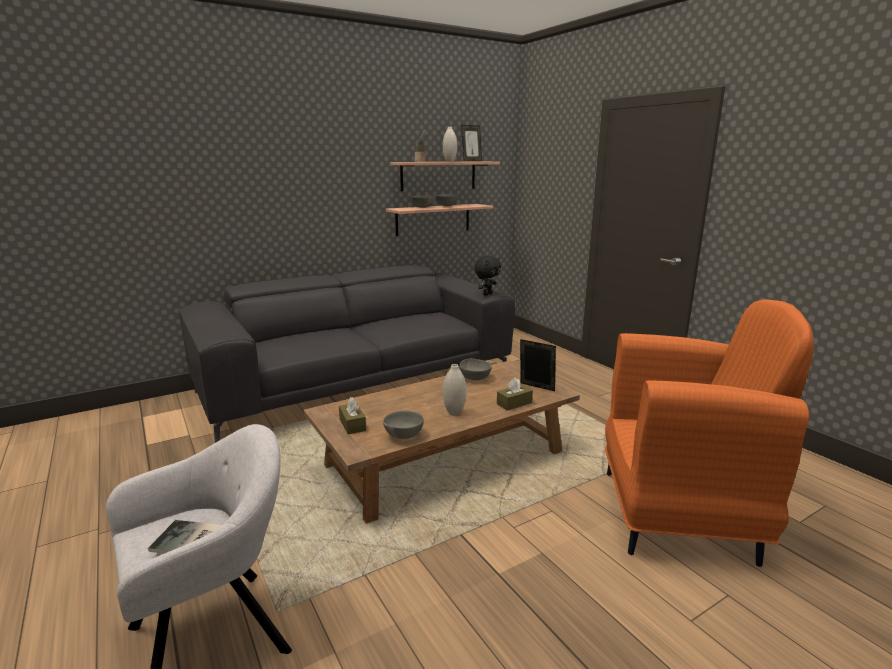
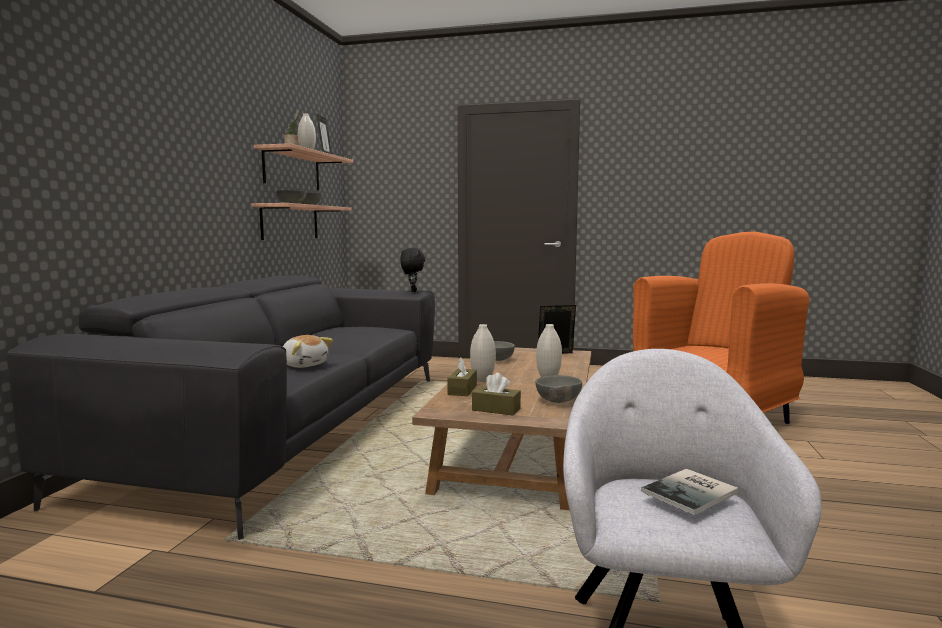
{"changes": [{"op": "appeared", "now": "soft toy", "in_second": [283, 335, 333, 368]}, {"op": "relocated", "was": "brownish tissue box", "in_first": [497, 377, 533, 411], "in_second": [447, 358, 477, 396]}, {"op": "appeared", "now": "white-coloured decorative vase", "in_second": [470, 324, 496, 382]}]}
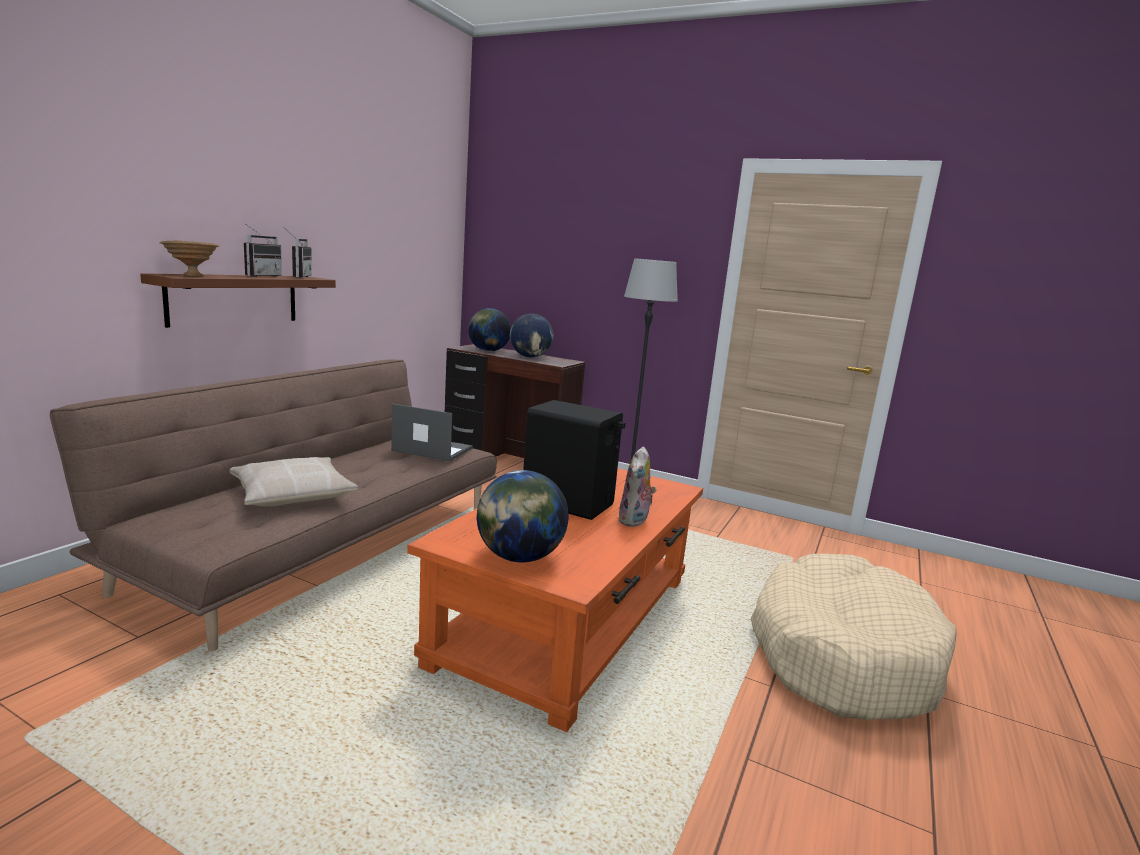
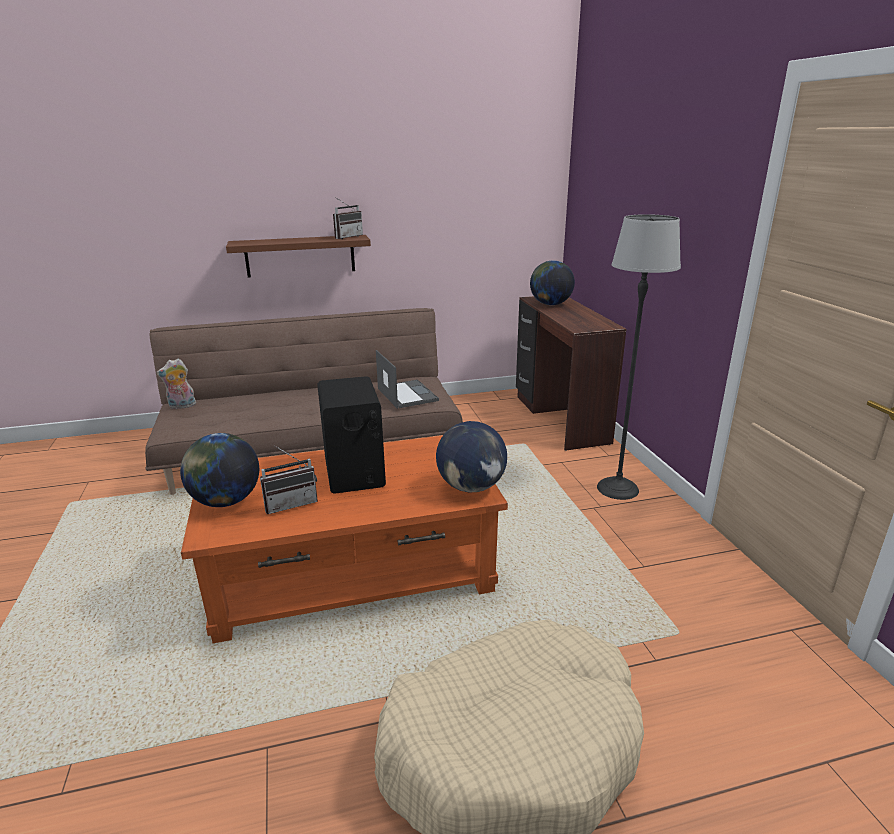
{"changes": [{"op": "relocated", "was": "soft toy", "in_first": [618, 446, 656, 527], "in_second": [156, 359, 196, 409]}, {"op": "relocated", "was": "radio receiver", "in_first": [244, 225, 282, 277], "in_second": [260, 446, 318, 514]}, {"op": "relocated", "was": "globe", "in_first": [510, 313, 554, 357], "in_second": [436, 421, 507, 493]}, {"op": "missing", "was": "brownish serving bowl", "in_first": [159, 241, 219, 276]}, {"op": "missing", "was": "beige-coloured pillow", "in_first": [229, 457, 358, 506]}]}
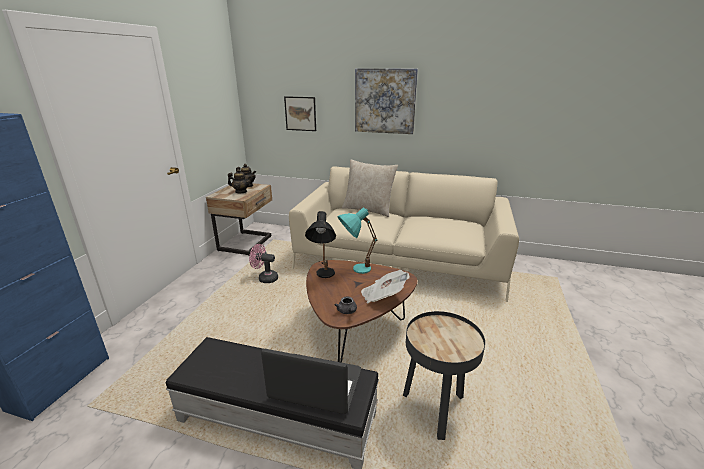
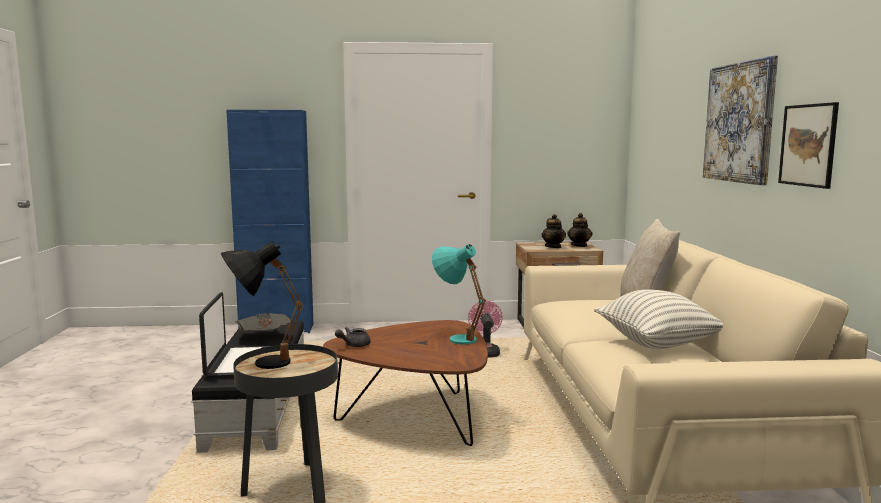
{"changes": [{"op": "relocated", "was": "black-coloured table lamp", "in_first": [305, 211, 336, 278], "in_second": [221, 241, 304, 369]}, {"op": "relocated", "was": "daily paper", "in_first": [361, 270, 410, 303], "in_second": [235, 313, 290, 331]}, {"op": "appeared", "now": "pillow", "in_second": [594, 289, 723, 349]}, {"op": "relocated", "was": "picture", "in_first": [284, 96, 316, 131], "in_second": [778, 102, 839, 189]}]}
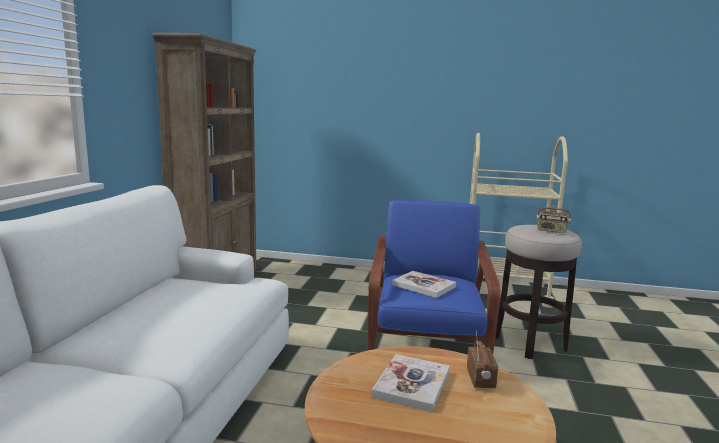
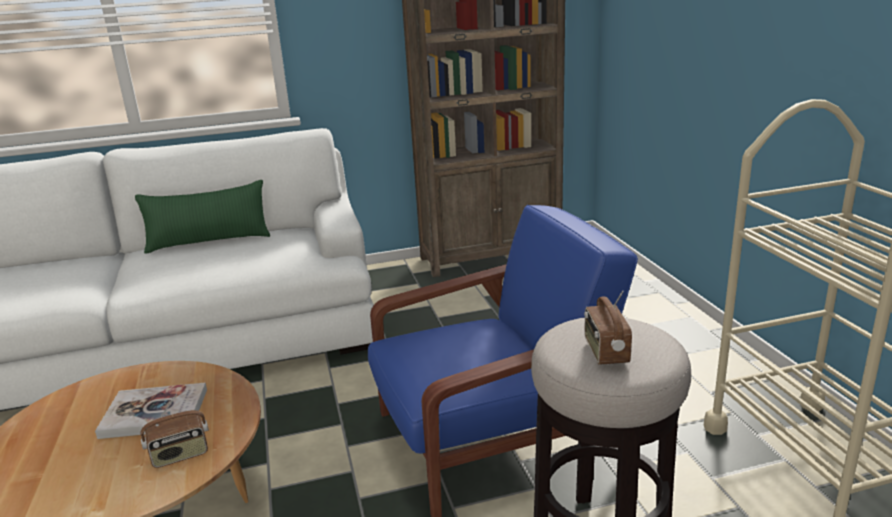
{"changes": [{"op": "appeared", "now": "green-coloured pillow", "in_second": [135, 180, 270, 254]}, {"op": "missing", "was": "book", "in_first": [392, 271, 456, 298]}]}
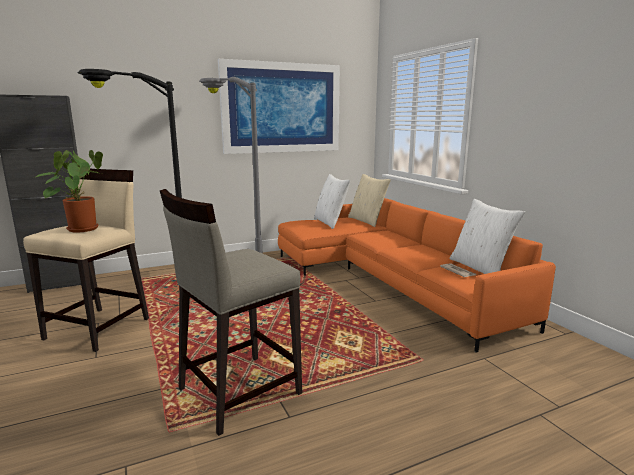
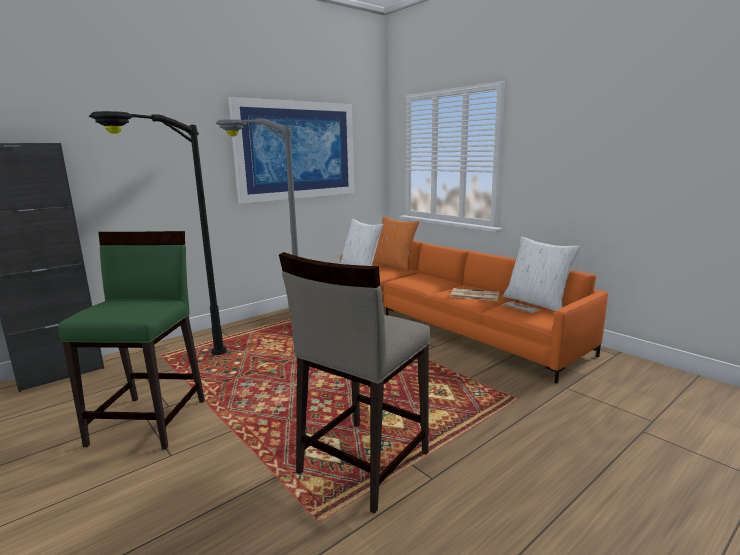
{"changes": [{"op": "colour", "was": "beige-coloured stool", "now": "green-coloured stool", "in_first": [23, 169, 149, 352], "in_second": [58, 231, 205, 450]}, {"op": "colour", "was": "beige-coloured pillow", "now": "orange pillow", "in_first": [348, 174, 391, 227], "in_second": [373, 217, 419, 271]}, {"op": "appeared", "now": "daily paper", "in_second": [451, 288, 499, 301]}, {"op": "missing", "was": "potted plant", "in_first": [36, 150, 103, 233]}]}
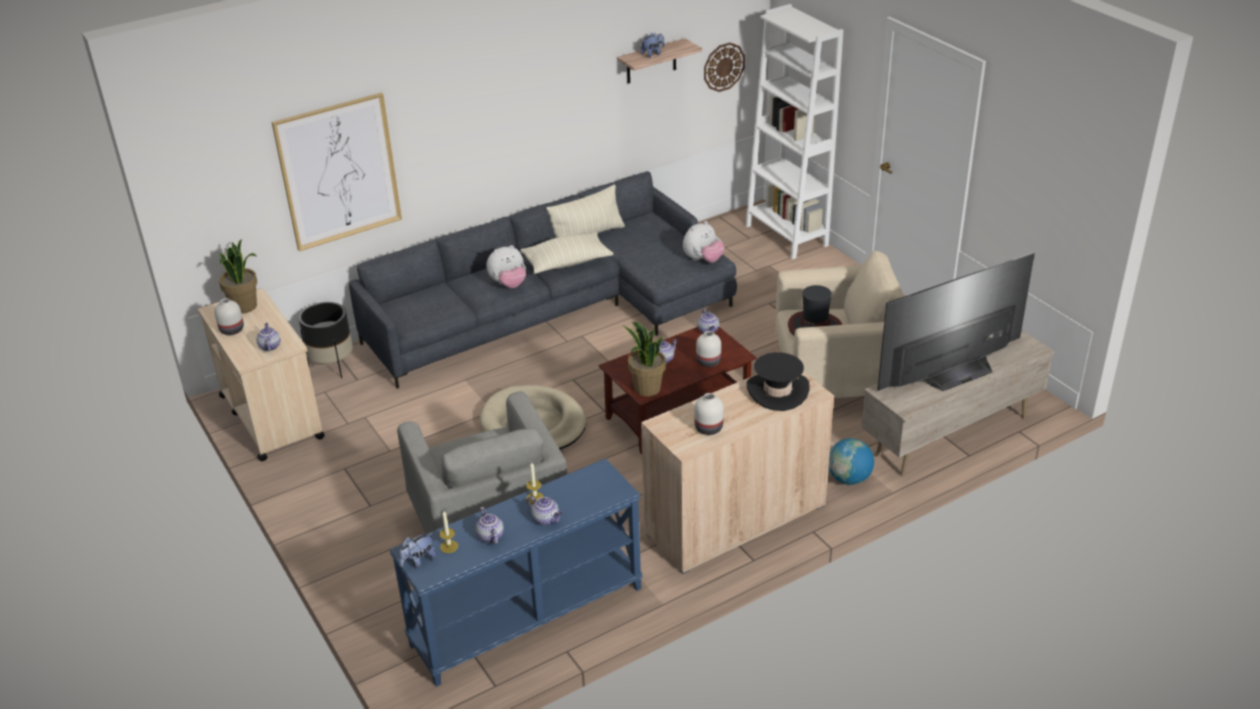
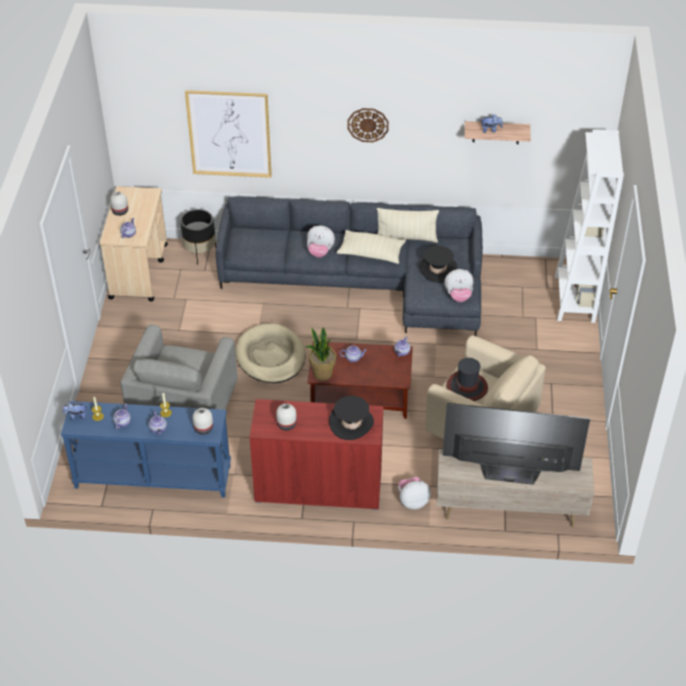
{"changes": [{"op": "relocated", "was": "white-coloured decorative vase", "in_first": [696, 331, 721, 367], "in_second": [192, 408, 213, 435]}, {"op": "colour", "was": "beige-coloured storage cabinet", "now": "reddish storage cabinet", "in_first": [641, 371, 834, 574], "in_second": [249, 399, 383, 510]}, {"op": "relocated", "was": "hanging clock", "in_first": [704, 43, 745, 92], "in_second": [348, 108, 389, 142]}, {"op": "exchanged", "was": "globe", "now": "soft toy", "in_first": [828, 438, 874, 485], "in_second": [398, 476, 431, 510]}, {"op": "appeared", "now": "black-coloured wearable hat", "in_second": [419, 246, 457, 283]}, {"op": "missing", "was": "potted plant", "in_first": [219, 239, 257, 314]}]}
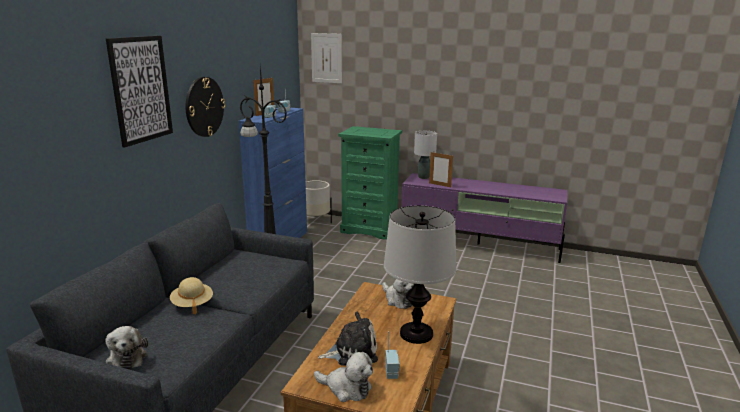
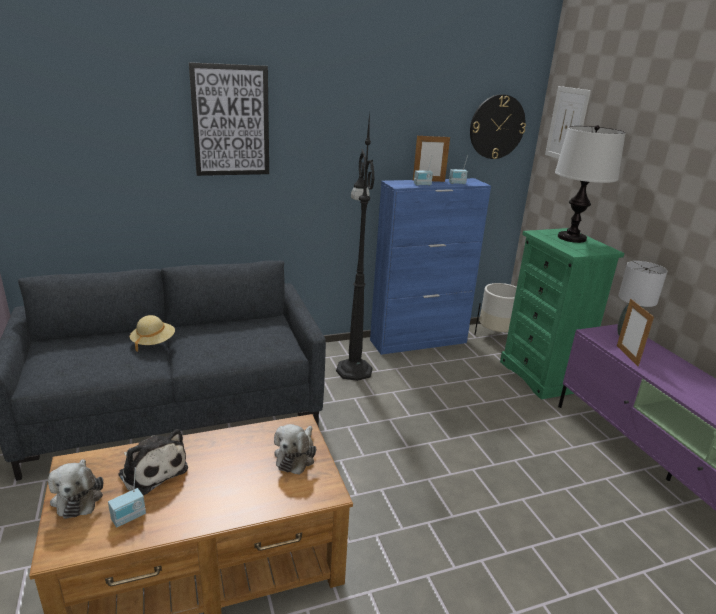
{"changes": [{"op": "relocated", "was": "hanging clock", "in_first": [185, 77, 225, 137], "in_second": [470, 94, 526, 159]}, {"op": "relocated", "was": "table lamp", "in_first": [384, 205, 457, 344], "in_second": [555, 125, 626, 243]}, {"op": "missing", "was": "soft toy", "in_first": [106, 326, 148, 369]}]}
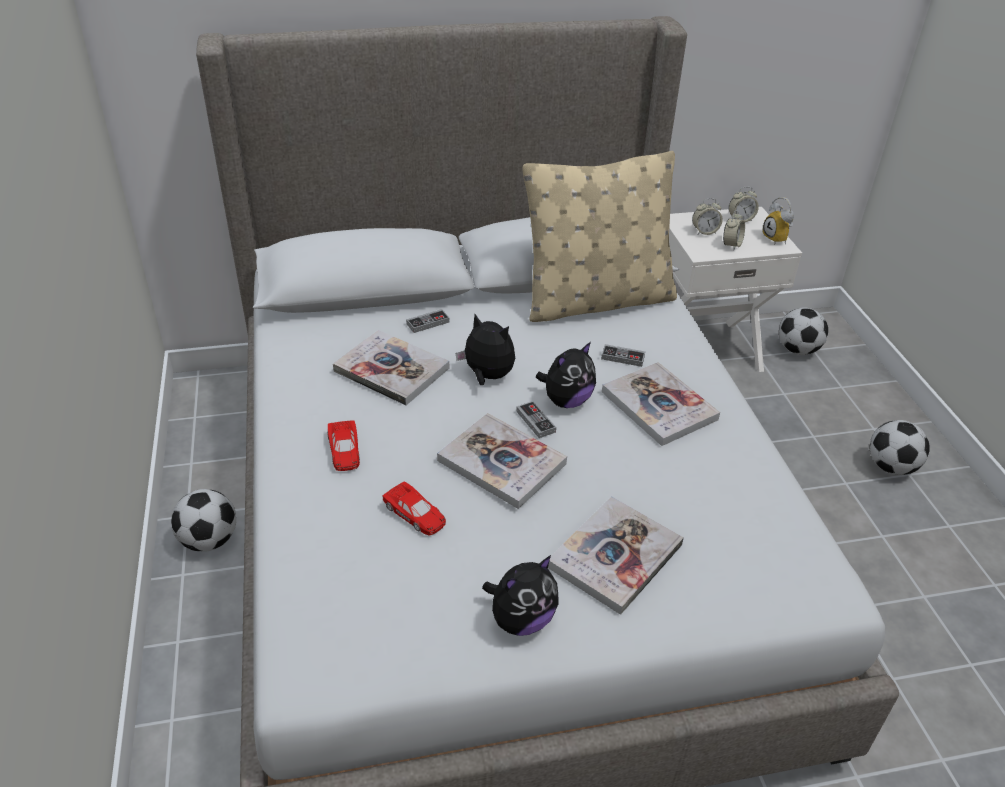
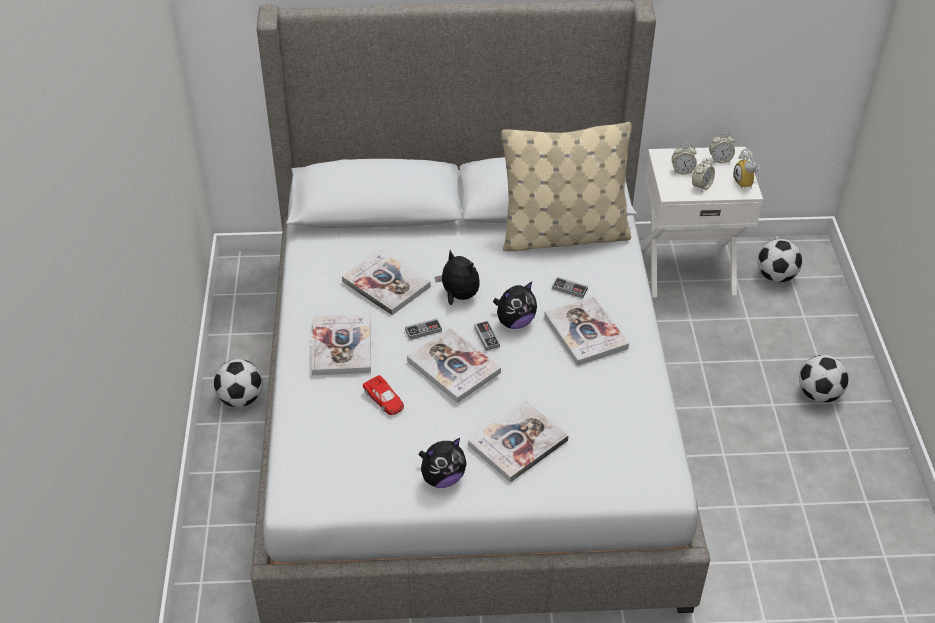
{"changes": [{"op": "exchanged", "was": "reddish miniature car", "now": "book", "in_first": [327, 420, 360, 471], "in_second": [312, 314, 371, 375]}, {"op": "relocated", "was": "joypad", "in_first": [406, 309, 450, 333], "in_second": [405, 318, 442, 340]}]}
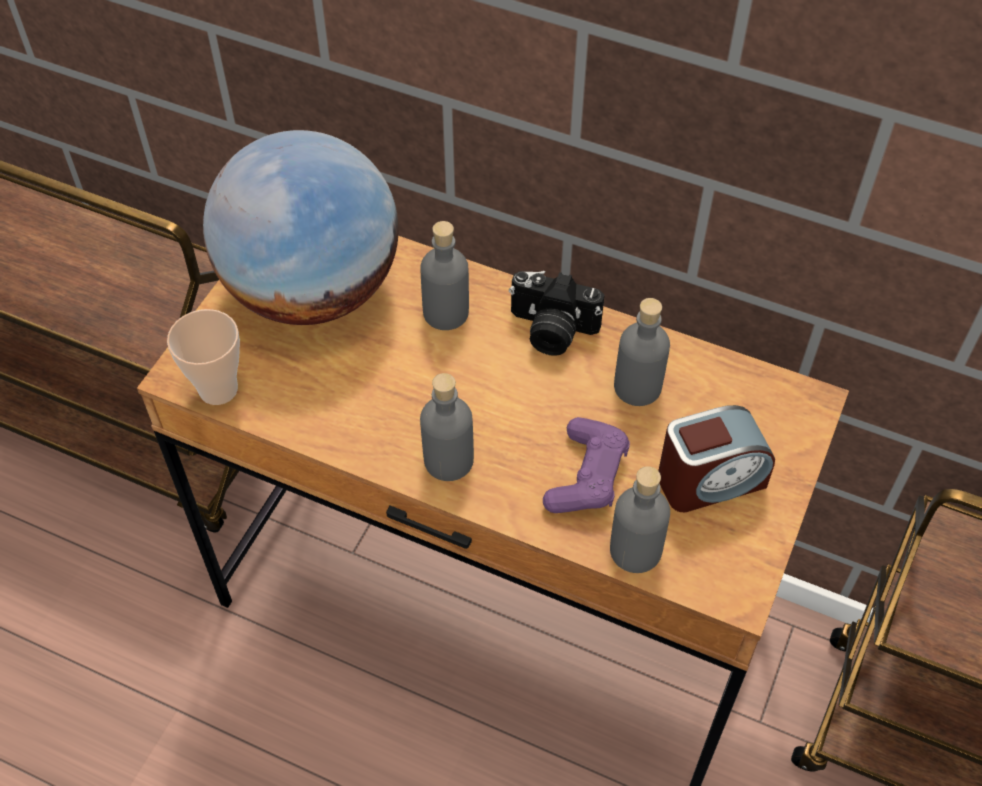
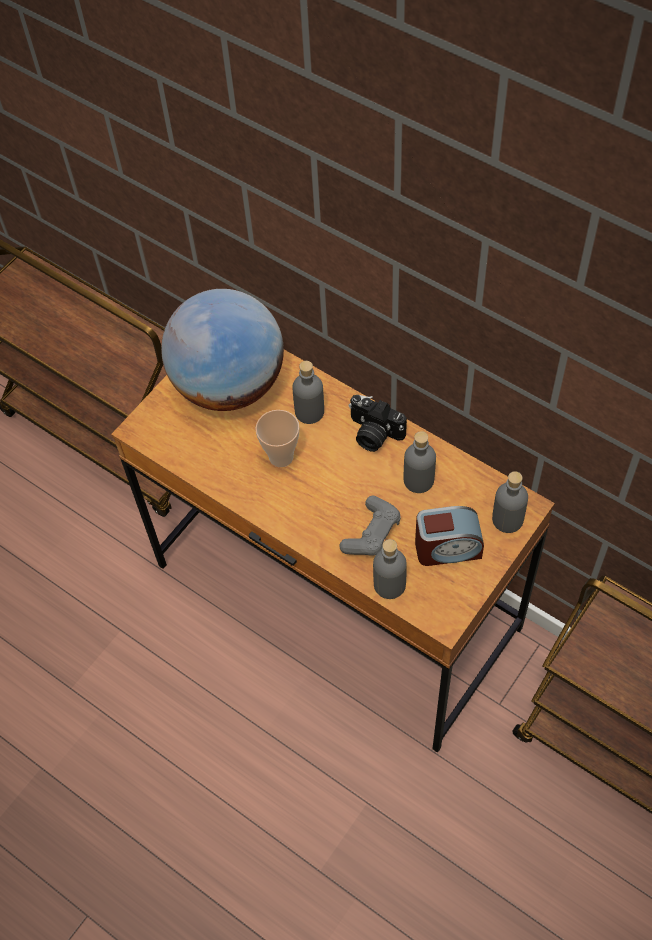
{"changes": [{"op": "relocated", "was": "small cup", "in_first": [167, 309, 240, 405], "in_second": [255, 410, 299, 467]}, {"op": "colour", "was": "purple joypad", "now": "grey joypad", "in_first": [543, 417, 630, 513], "in_second": [340, 496, 401, 556]}, {"op": "relocated", "was": "grey drink bottle", "in_first": [420, 373, 474, 481], "in_second": [492, 471, 528, 533]}]}
